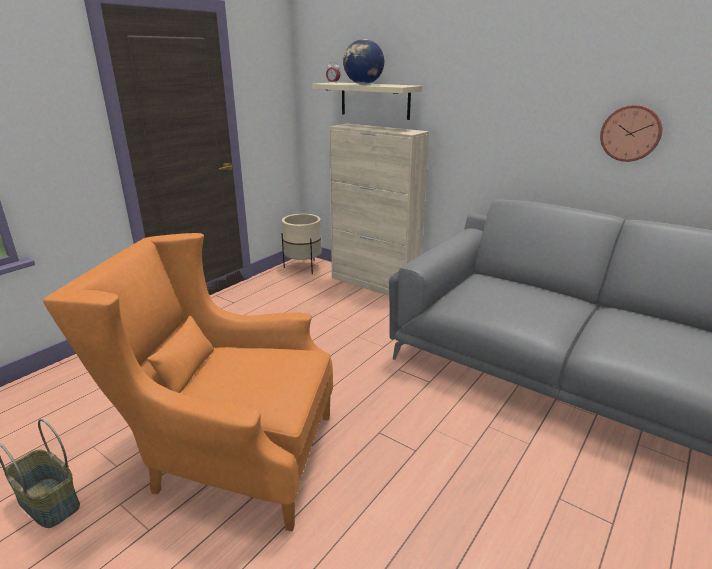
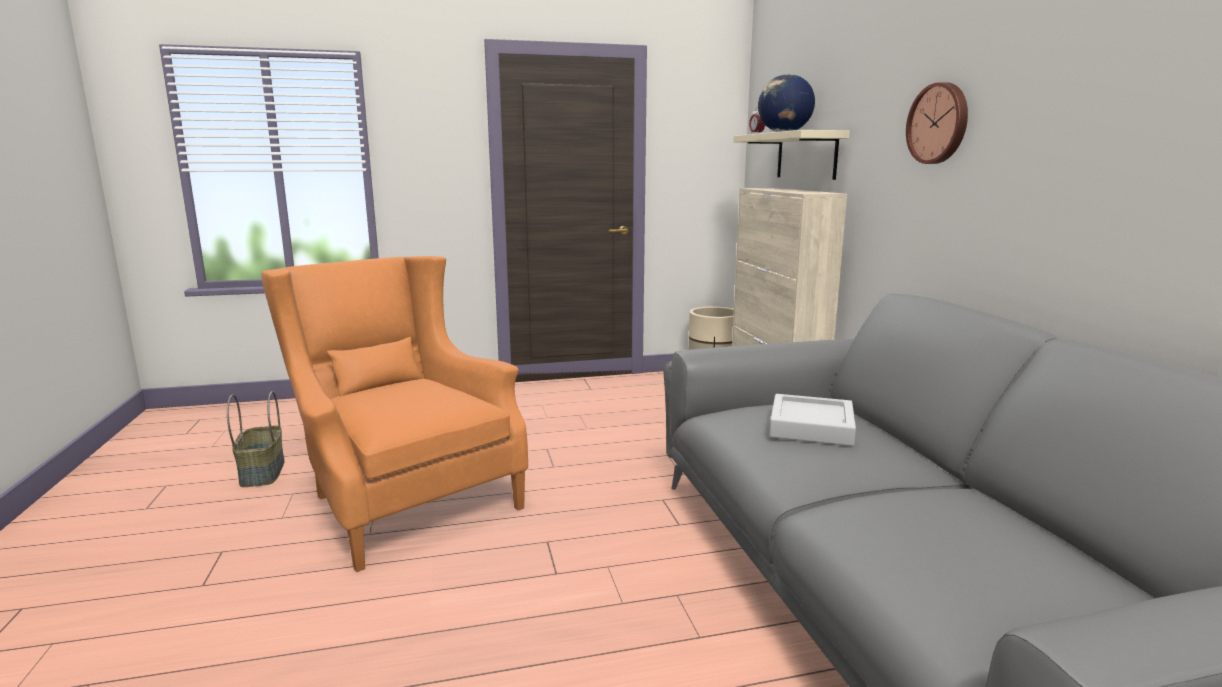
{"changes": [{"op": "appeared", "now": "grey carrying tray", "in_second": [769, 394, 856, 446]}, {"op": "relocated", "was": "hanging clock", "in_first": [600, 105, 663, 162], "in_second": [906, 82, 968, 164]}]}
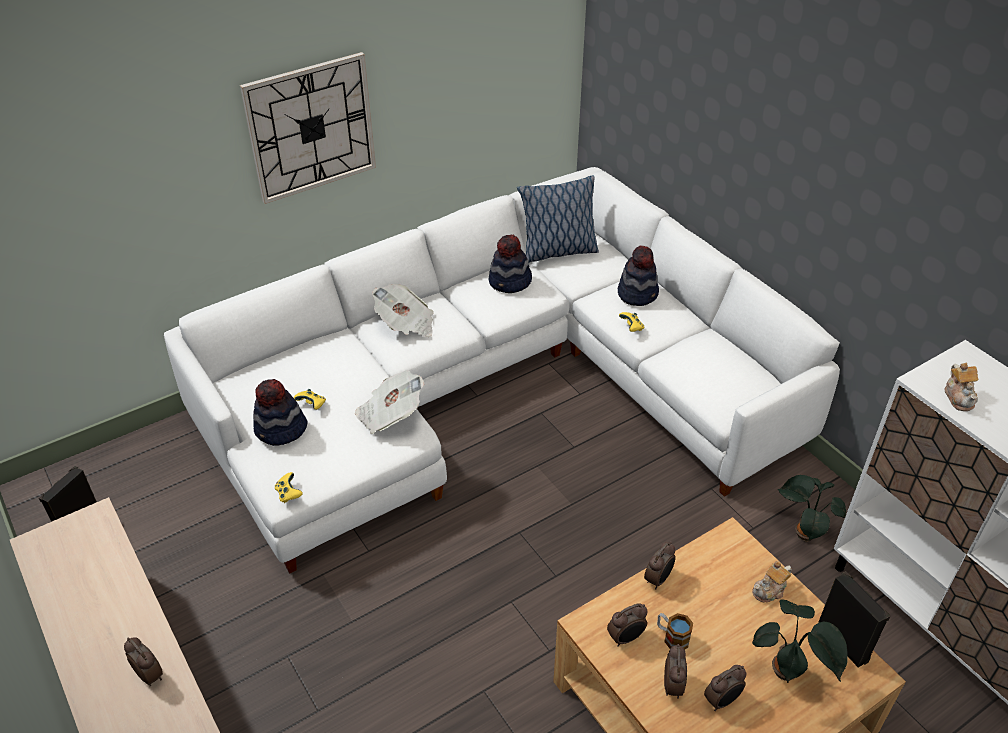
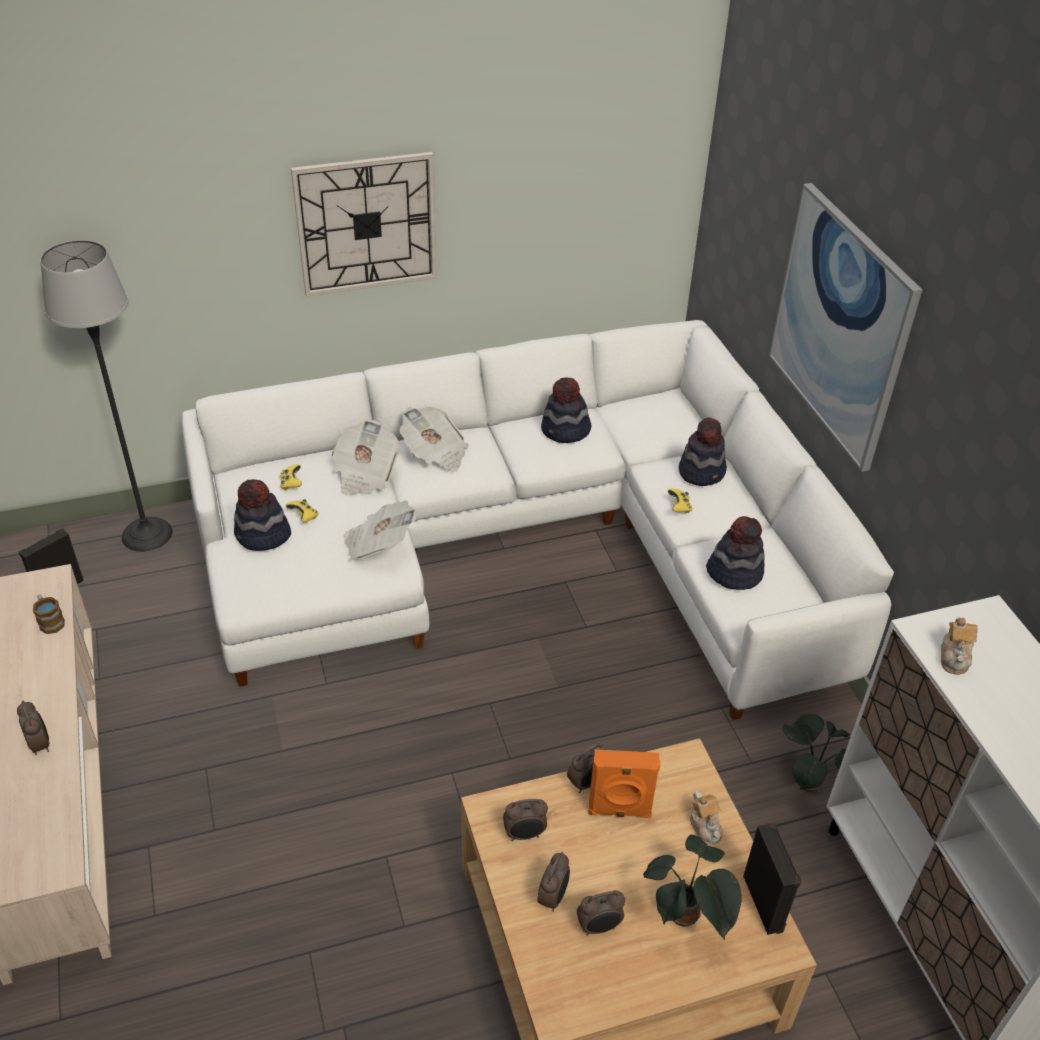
{"changes": [{"op": "relocated", "was": "coffee mug", "in_first": [657, 613, 693, 649], "in_second": [33, 594, 65, 634]}, {"op": "appeared", "now": "floor lamp", "in_second": [40, 240, 173, 552]}, {"op": "relocated", "was": "yellow joypad", "in_first": [275, 472, 303, 503], "in_second": [280, 464, 302, 490]}, {"op": "appeared", "now": "daily paper", "in_second": [332, 420, 400, 495]}, {"op": "appeared", "now": "orange audio speaker", "in_second": [588, 749, 660, 818]}, {"op": "spun", "was": "teapot", "in_first": [752, 561, 792, 602], "in_second": [690, 791, 723, 846], "clockwise": -90}, {"op": "appeared", "now": "wearable hat", "in_second": [706, 516, 765, 590]}, {"op": "appeared", "now": "picture", "in_second": [769, 183, 922, 472]}, {"op": "missing", "was": "pillow", "in_first": [517, 175, 599, 263]}]}
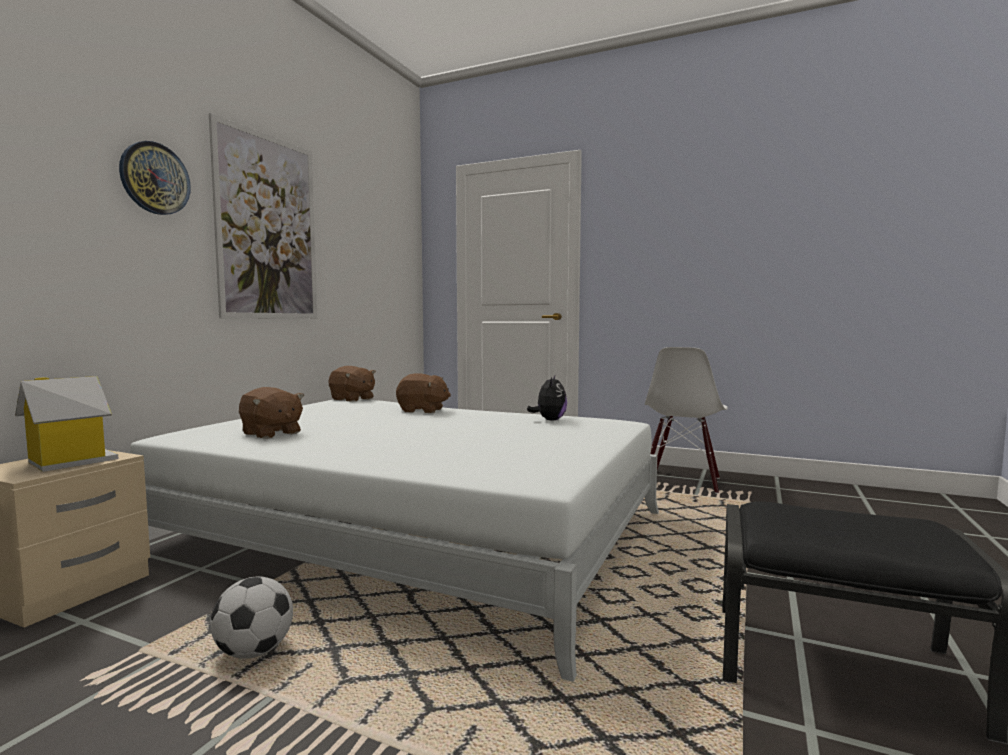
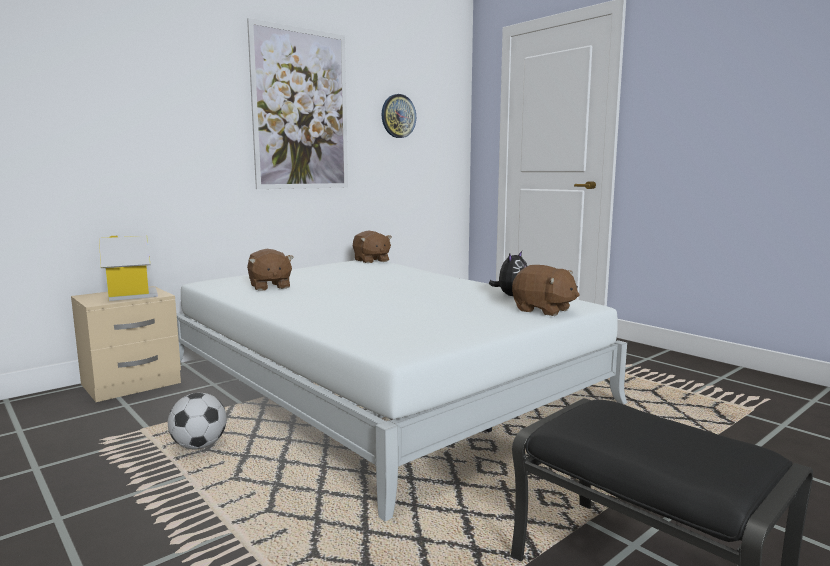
{"changes": [{"op": "relocated", "was": "hanging clock", "in_first": [119, 141, 191, 215], "in_second": [382, 94, 416, 138]}, {"op": "relocated", "was": "brownish soft toy", "in_first": [396, 373, 451, 413], "in_second": [512, 265, 580, 316]}, {"op": "missing", "was": "white-coloured upright chair", "in_first": [645, 347, 728, 494]}]}
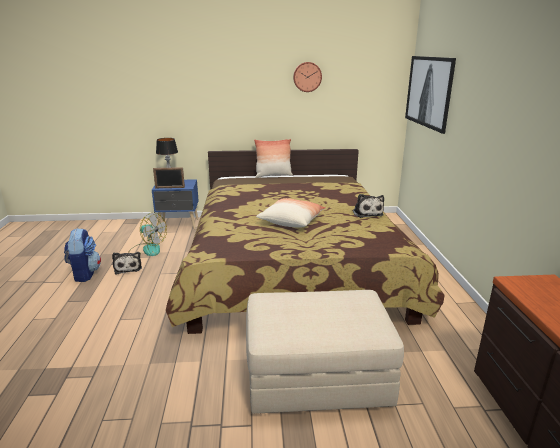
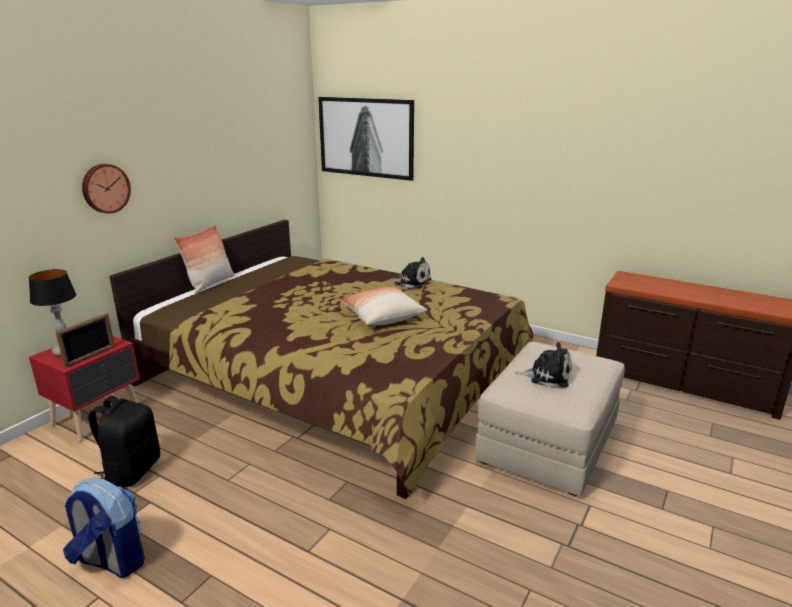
{"changes": [{"op": "colour", "was": "bluish bedside table", "now": "reddish bedside table", "in_first": [152, 179, 199, 229], "in_second": [29, 336, 140, 442]}, {"op": "relocated", "was": "hanging clock", "in_first": [293, 62, 322, 92], "in_second": [82, 164, 131, 214]}, {"op": "exchanged", "was": "electric fan", "now": "black-coloured backpack", "in_first": [128, 212, 167, 256], "in_second": [88, 396, 160, 487]}, {"op": "relocated", "was": "soft toy", "in_first": [112, 252, 142, 275], "in_second": [515, 342, 572, 388]}]}
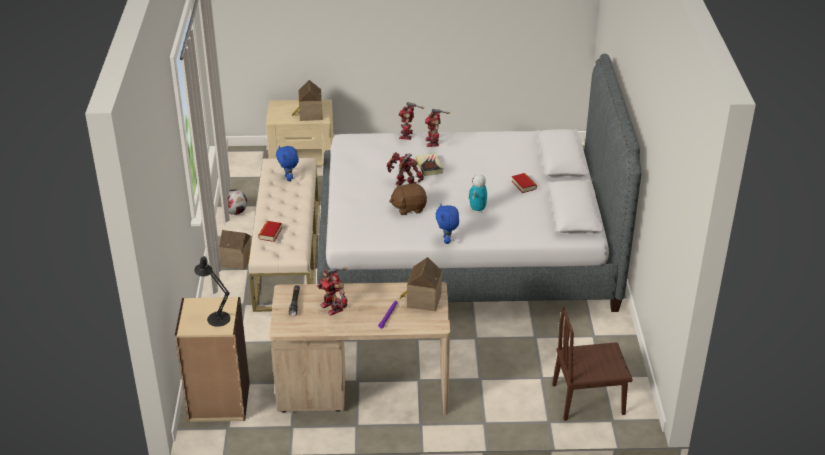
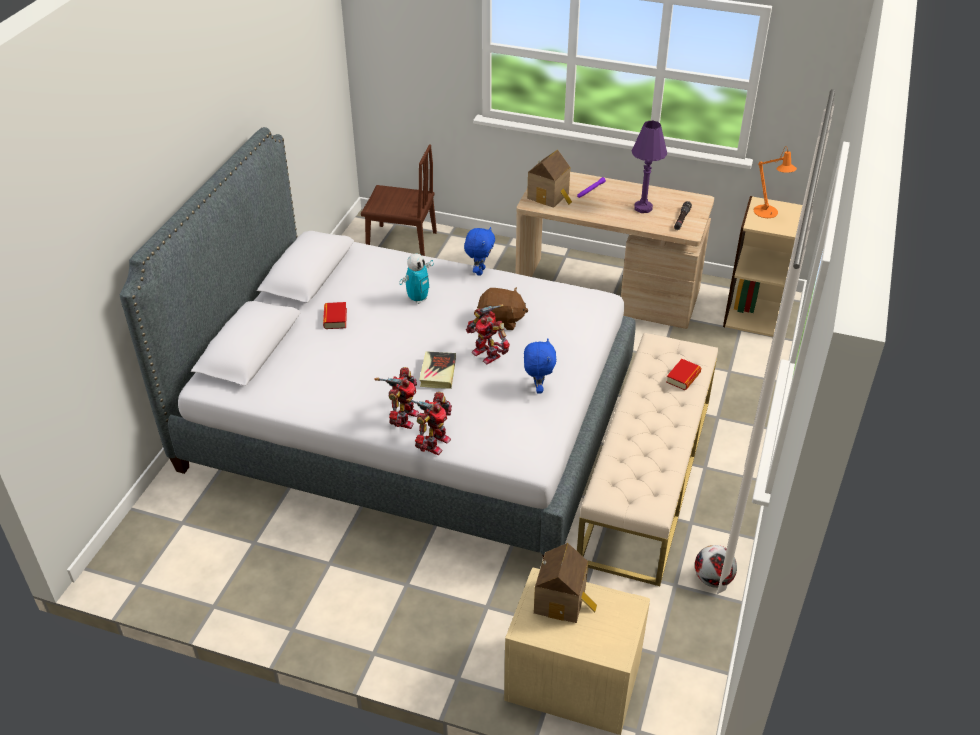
{"changes": [{"op": "relocated", "was": "bluish soft toy", "in_first": [276, 146, 299, 181], "in_second": [524, 338, 556, 394]}, {"op": "exchanged", "was": "robot figure", "now": "purple table lamp", "in_first": [317, 267, 348, 316], "in_second": [631, 121, 667, 213]}, {"op": "colour", "was": "black-coloured table lamp", "now": "orange table lamp", "in_first": [194, 256, 230, 327], "in_second": [754, 146, 797, 218]}, {"op": "missing", "was": "toy house", "in_first": [219, 230, 251, 270]}]}
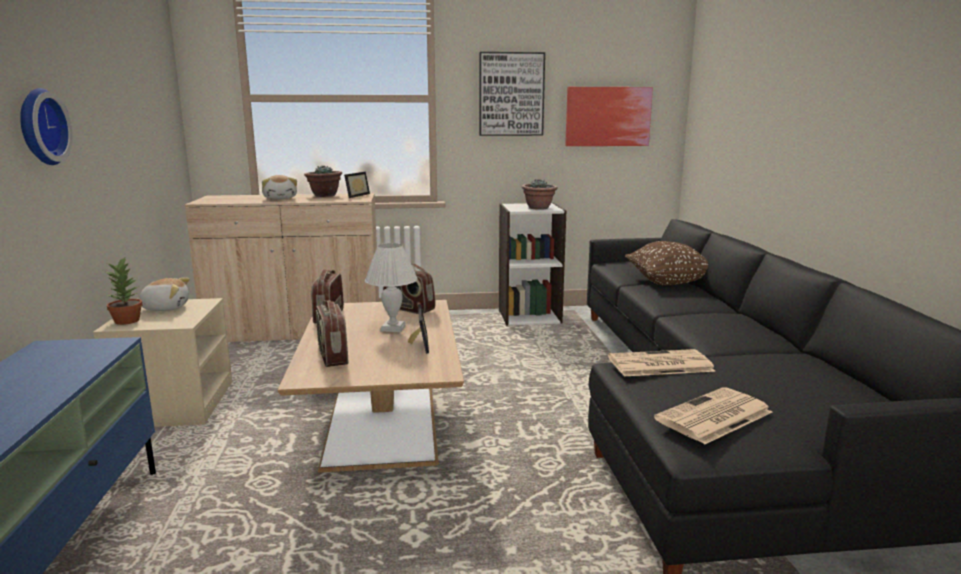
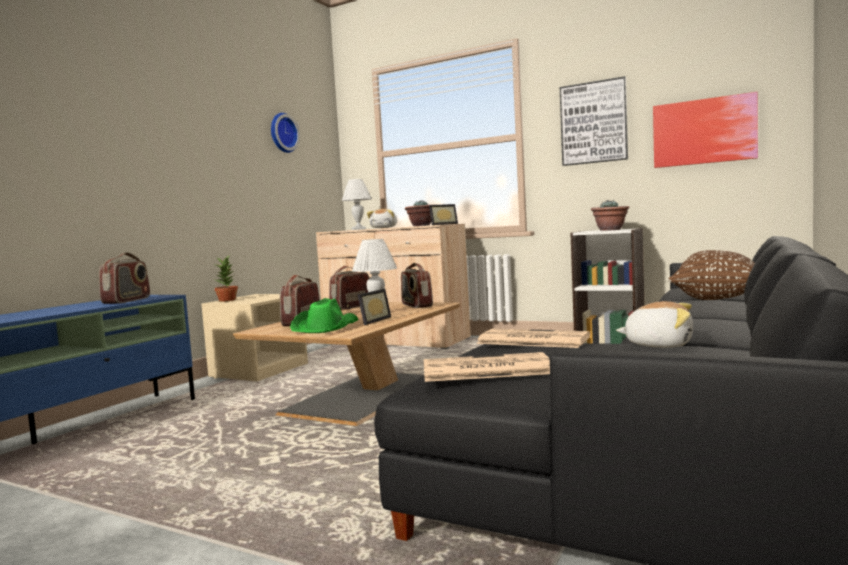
{"changes": [{"op": "appeared", "now": "radio receiver", "in_second": [99, 252, 150, 304]}, {"op": "relocated", "was": "hanging clock", "in_first": [20, 88, 73, 165], "in_second": [271, 113, 300, 153]}, {"op": "appeared", "now": "green-coloured wearable hat", "in_second": [290, 298, 358, 333]}, {"op": "appeared", "now": "white-coloured table lamp", "in_second": [342, 179, 372, 230]}, {"op": "relocated", "was": "soft toy", "in_first": [137, 278, 190, 311], "in_second": [616, 301, 693, 348]}]}
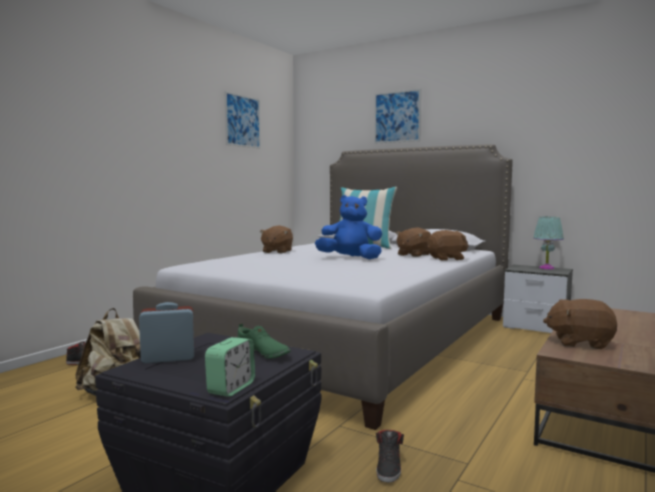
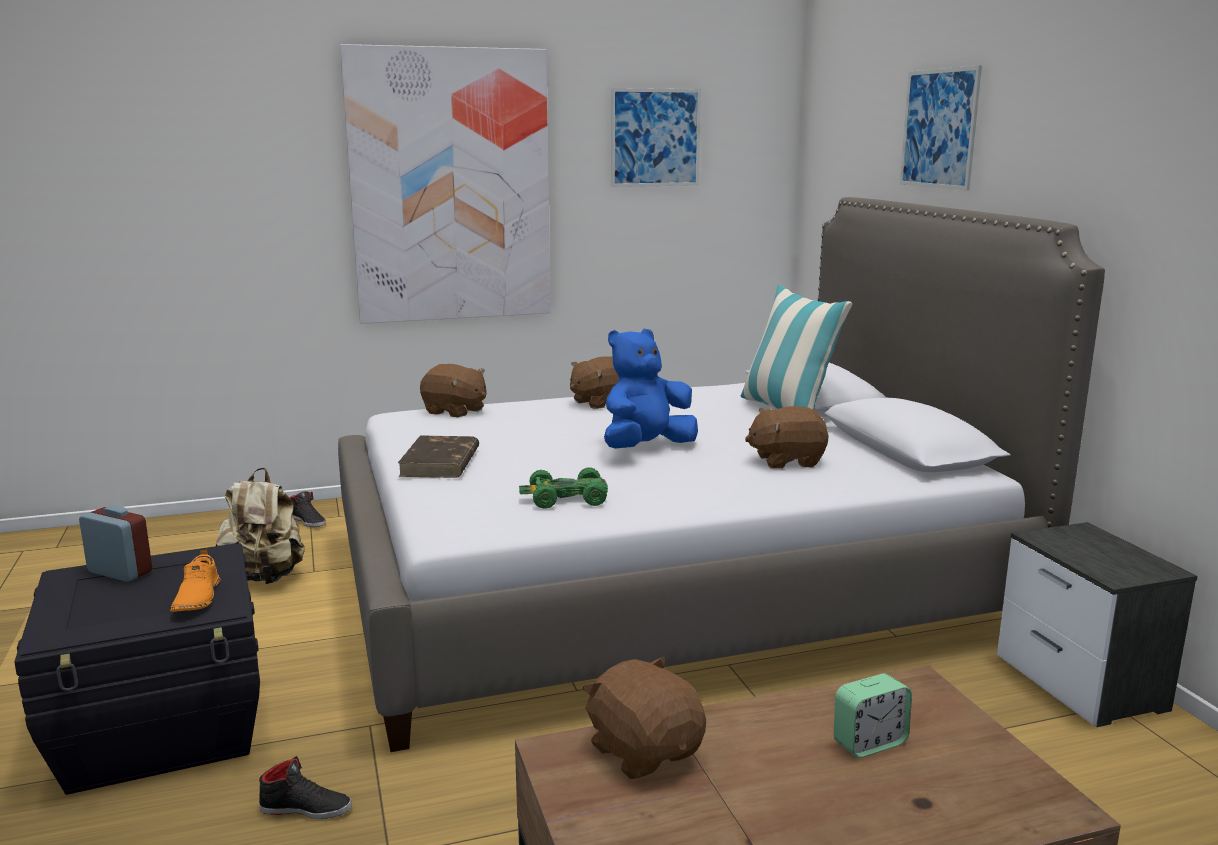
{"changes": [{"op": "colour", "was": "green-coloured shoe", "now": "orange shoe", "in_first": [238, 323, 291, 359], "in_second": [170, 550, 220, 612]}, {"op": "spun", "was": "black-coloured shoe", "in_first": [376, 430, 404, 483], "in_second": [259, 756, 352, 819], "clockwise": -135}, {"op": "appeared", "now": "picture", "in_second": [340, 44, 551, 324]}, {"op": "appeared", "now": "brownish book", "in_second": [398, 435, 479, 478]}, {"op": "relocated", "was": "brownish soft toy", "in_first": [427, 230, 469, 261], "in_second": [420, 364, 487, 417]}, {"op": "appeared", "now": "green-coloured miniature car", "in_second": [519, 467, 608, 509]}, {"op": "spun", "was": "bluish soft toy", "in_first": [315, 195, 382, 259], "in_second": [604, 329, 698, 449], "clockwise": -90}, {"op": "relocated", "was": "table clock", "in_first": [205, 337, 255, 397], "in_second": [833, 673, 912, 758]}, {"op": "missing", "was": "turquoise-coloured table lamp", "in_first": [533, 217, 564, 269]}]}
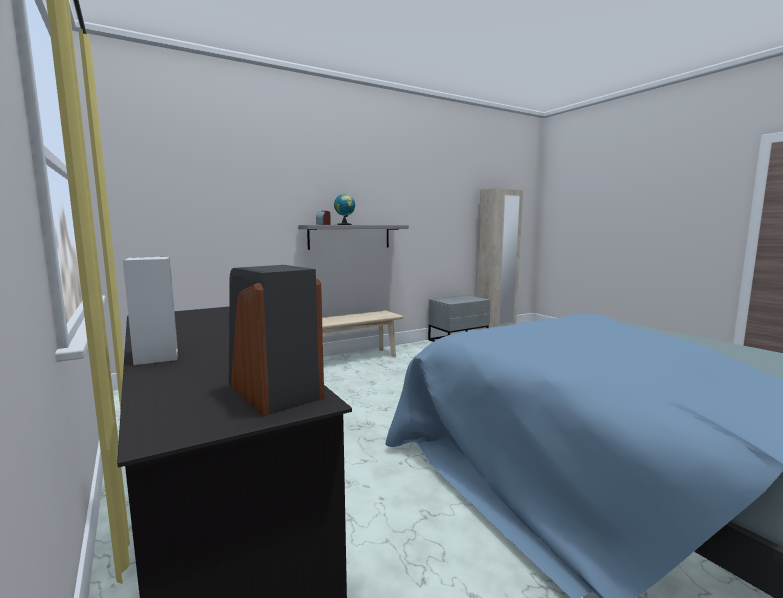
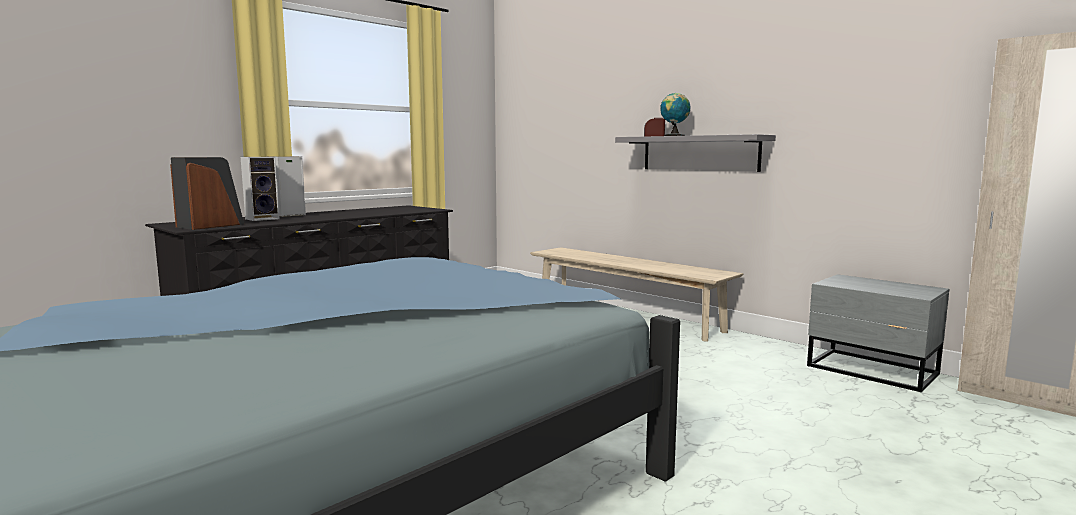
{"changes": [{"op": "appeared", "now": "audio speaker", "in_second": [241, 157, 280, 221]}]}
